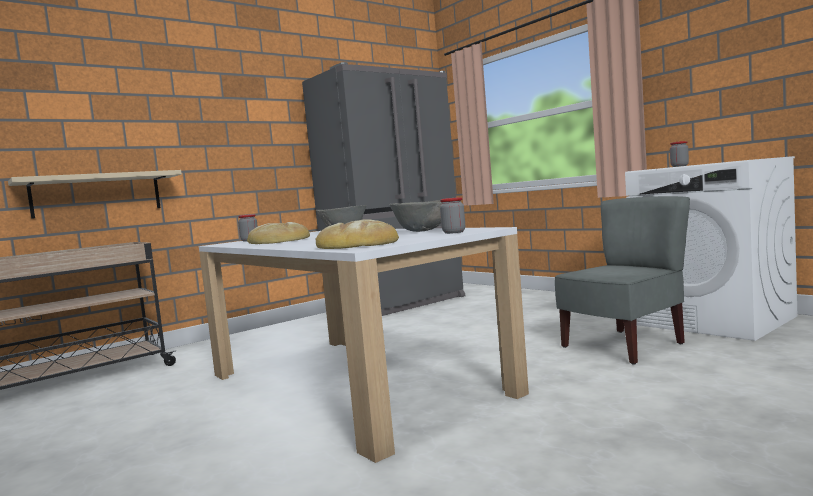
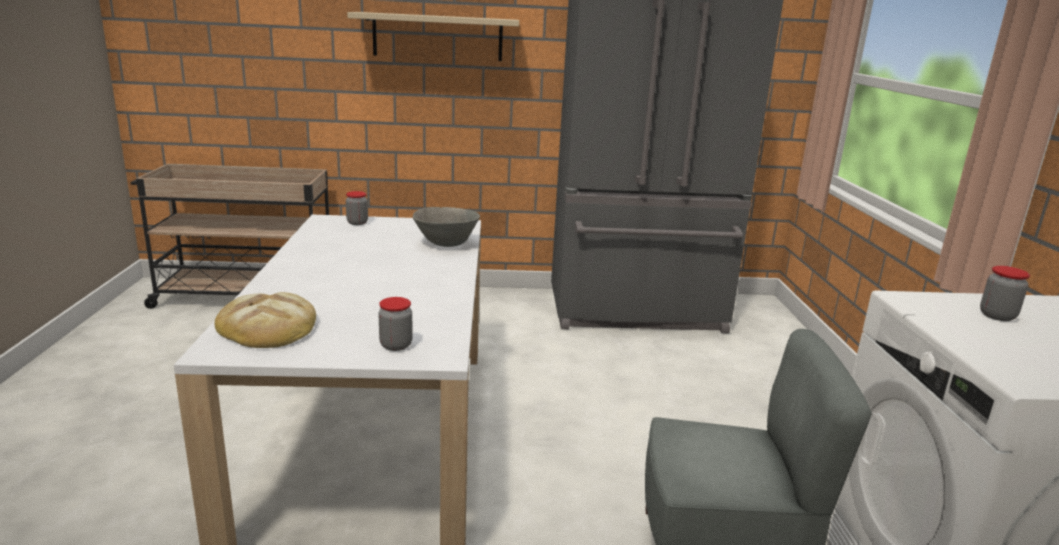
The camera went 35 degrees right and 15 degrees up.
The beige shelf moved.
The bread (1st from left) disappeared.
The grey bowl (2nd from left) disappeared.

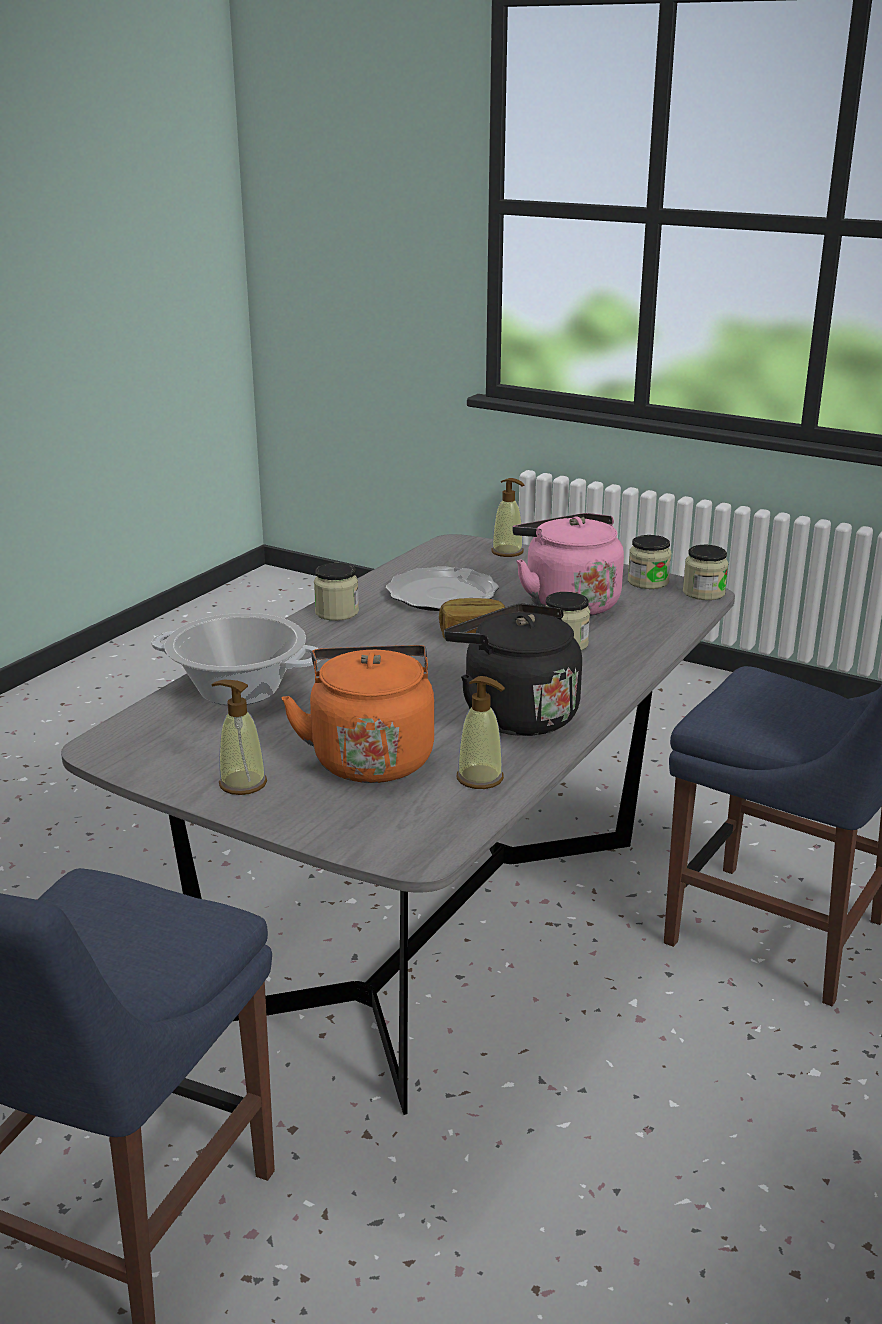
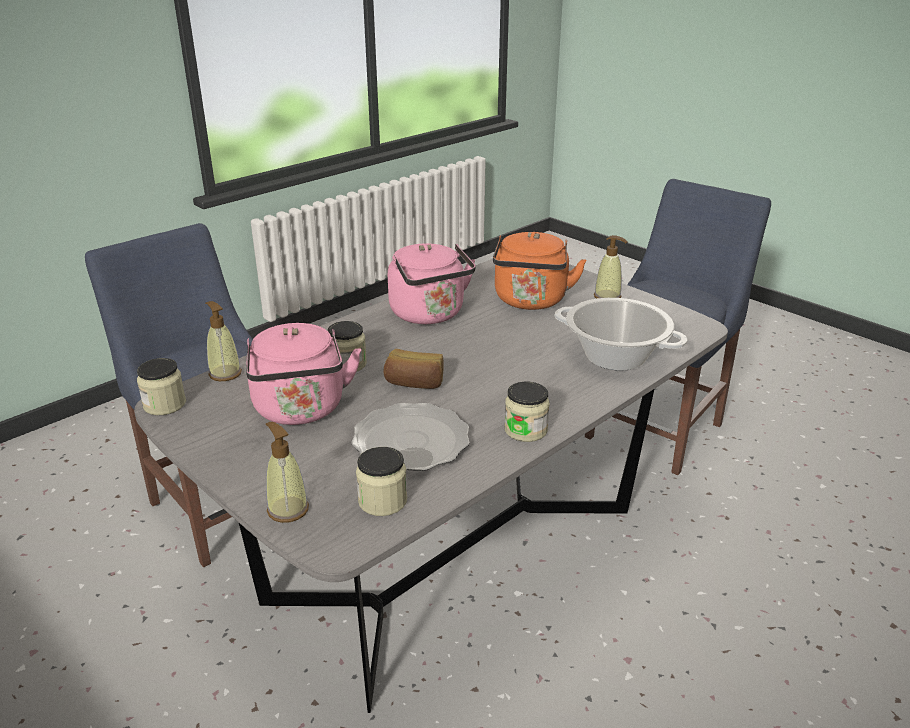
The camera went 165 degrees left and 5 degrees up.
The soap dispenser (2nd from left in the first image) moved.
The jar (3rd from left) moved.
The black kettle became the pink kettle (2nd from left).

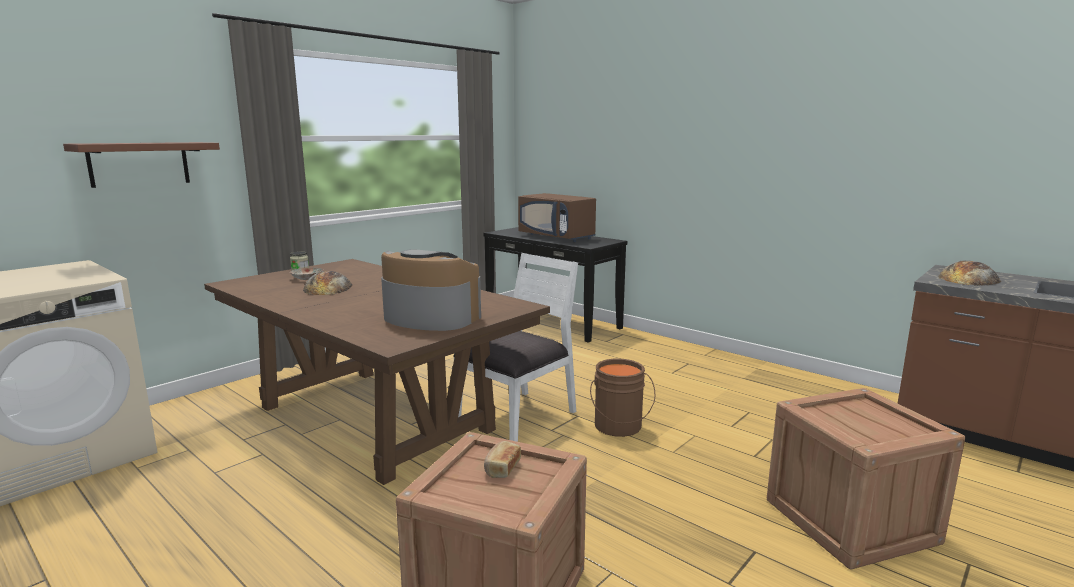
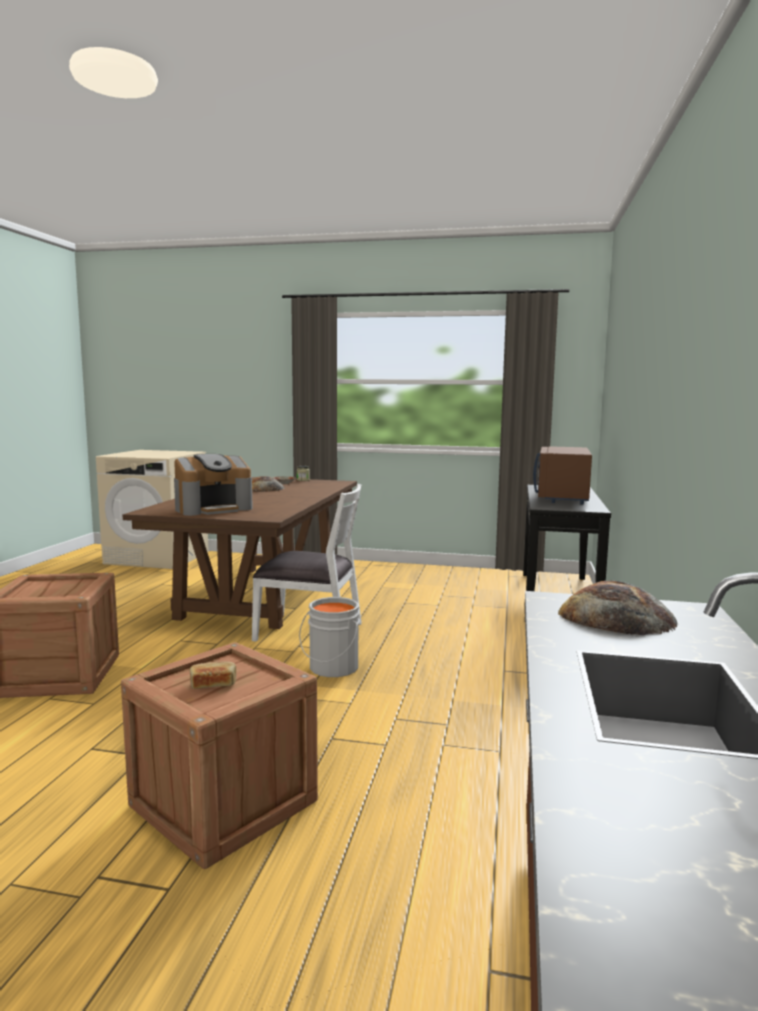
The camera went 60 degrees right and 5 degrees down.
The coffee machine turned 60 degrees clockwise.
The bread (2nd from left in the first image) moved.
The brown bucket became the grey bucket.
The brown shelf disappeared.

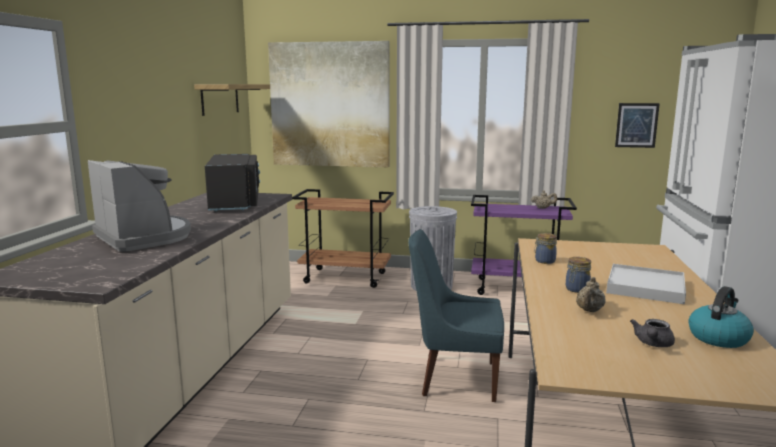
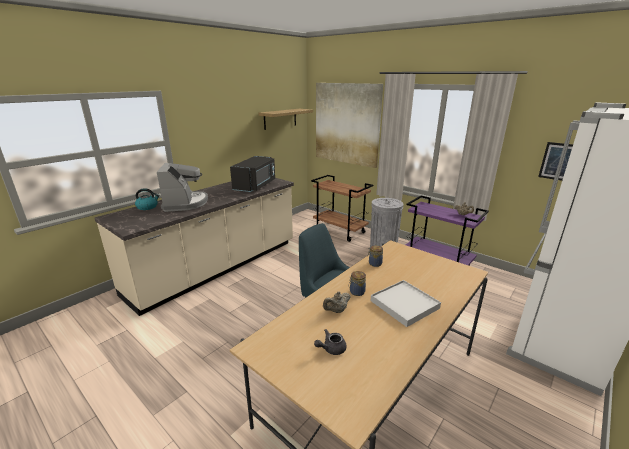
The camera went 30 degrees right and 10 degrees up.
The kettle moved.

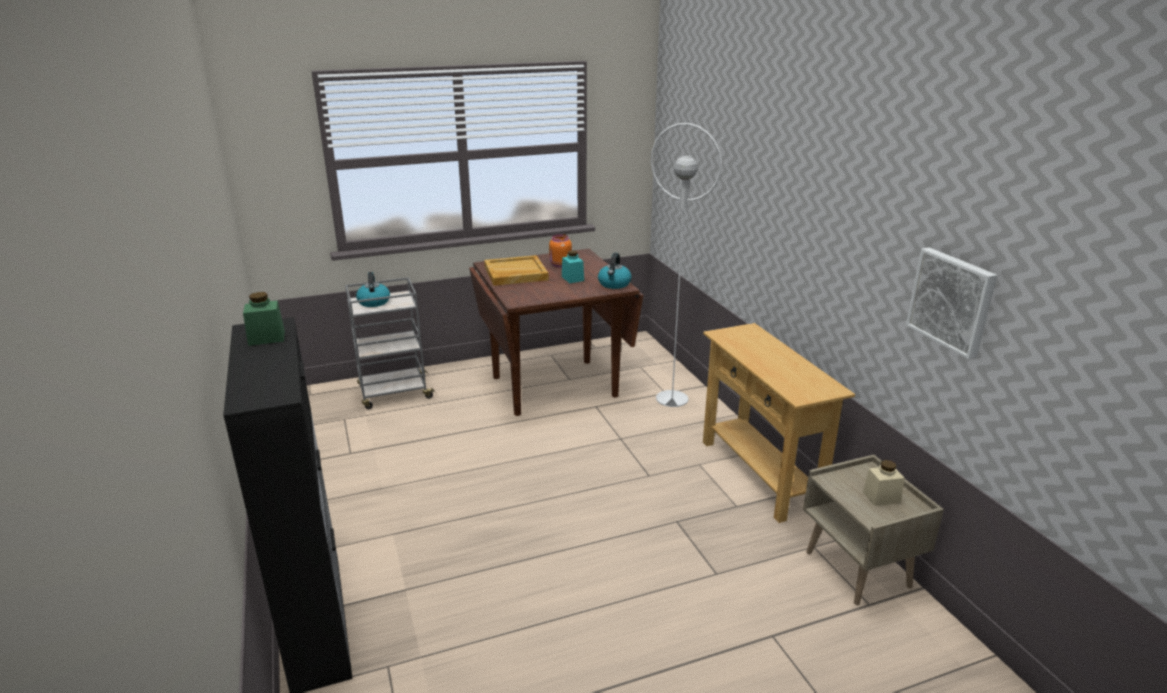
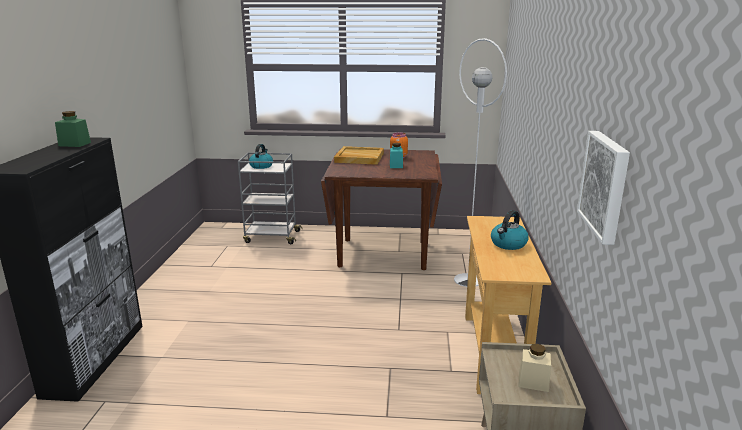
The camera went 25 degrees right and 5 degrees down.
The kettle (2nd from left) moved.

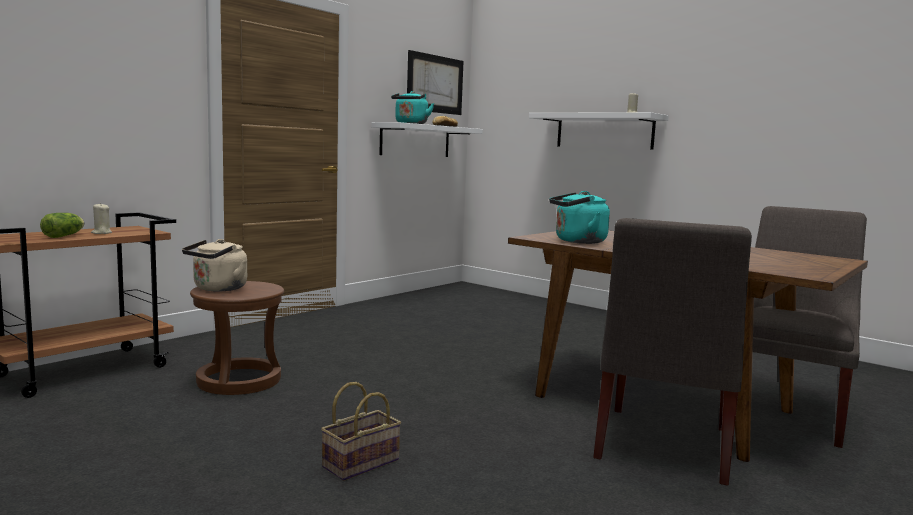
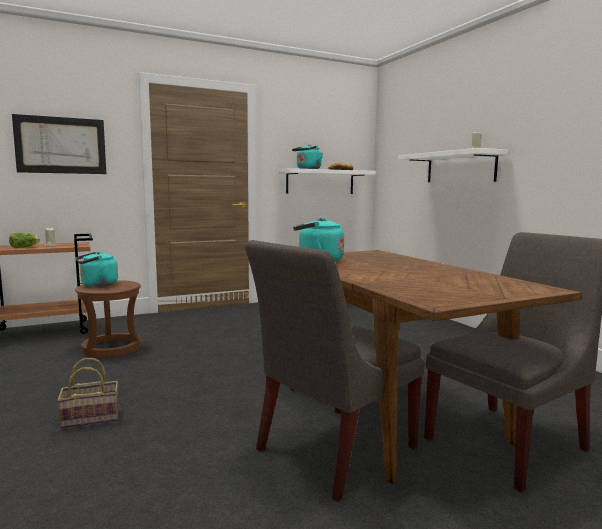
The camera went 25 degrees right and 0 degrees up.
The picture moved.
The beige kettle became the turquoise kettle (1st from left).

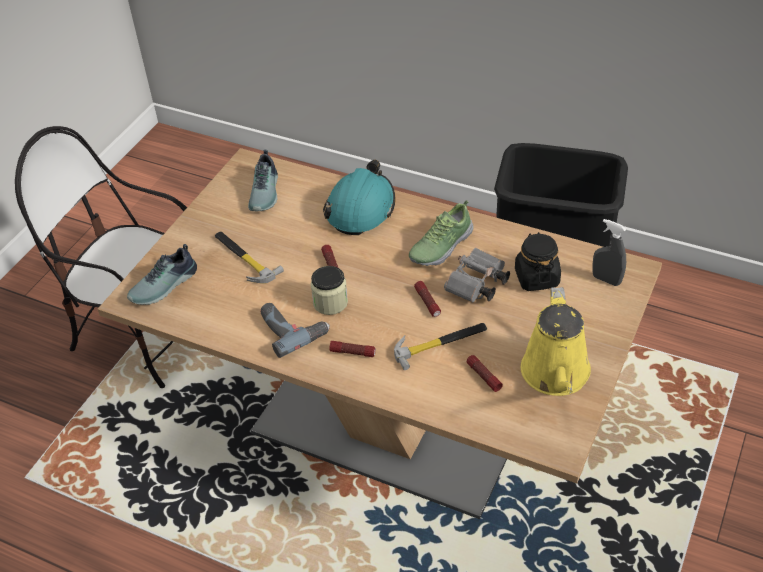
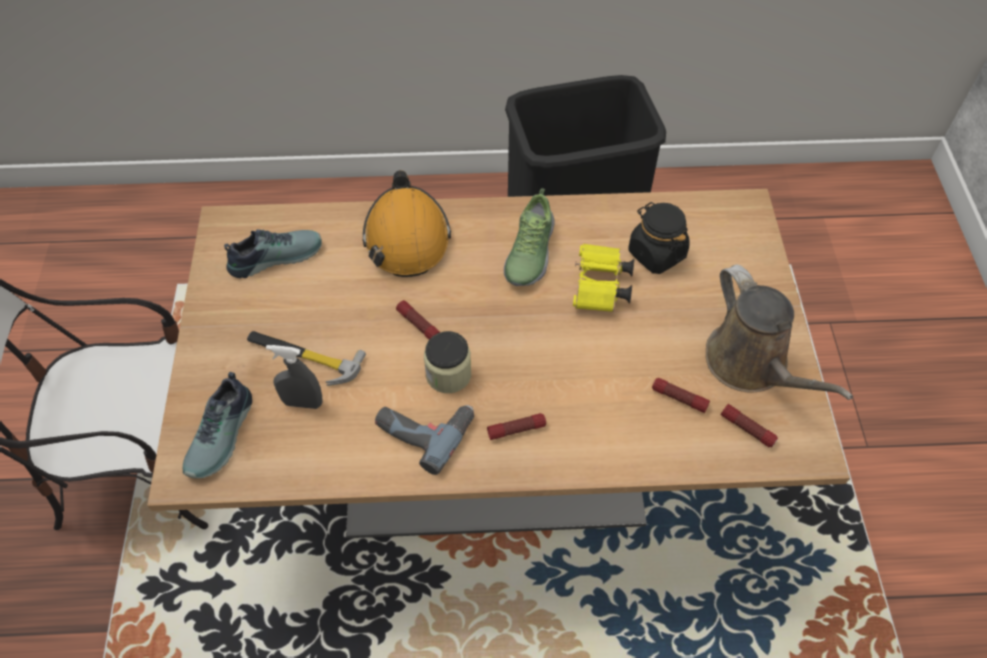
The camera went 30 degrees left and 10 degrees up.
The shoe (2nd from left) turned 90 degrees counterclockwise.
The grey spray bottle moved.
The turquoise hard hat became the orange hard hat.
The grey binoculars became the yellow binoculars.
The yellow watering can became the brown watering can.
The flashlight (3rd from left in the first image) moved.
The hammer (2nd from left) disappeared.

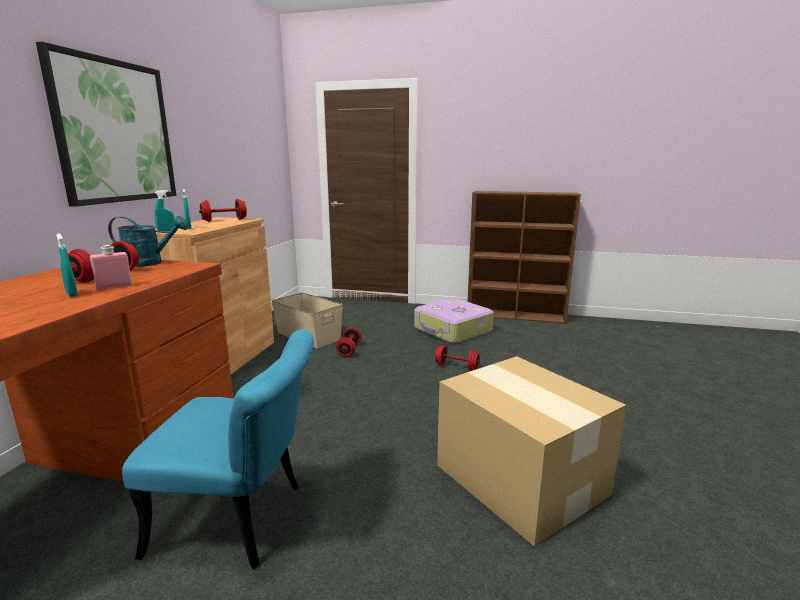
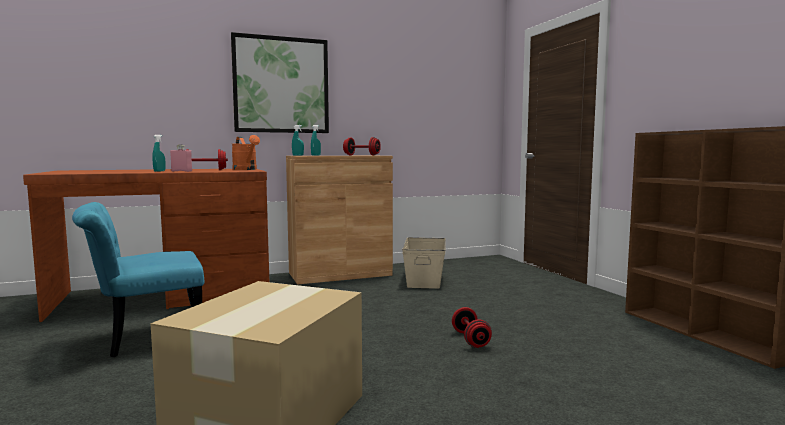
The camera went 55 degrees right and 10 degrees down.
The turquoise chair turned 90 degrees clockwise.
The turquoise watering can became the orange watering can.
The red dumbbell (3rd from left) disappeared.
The suitcase disappeared.

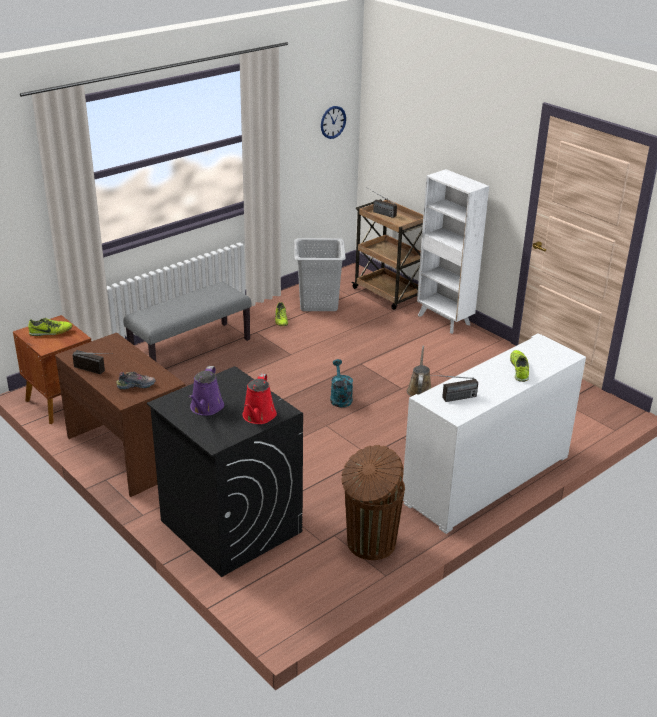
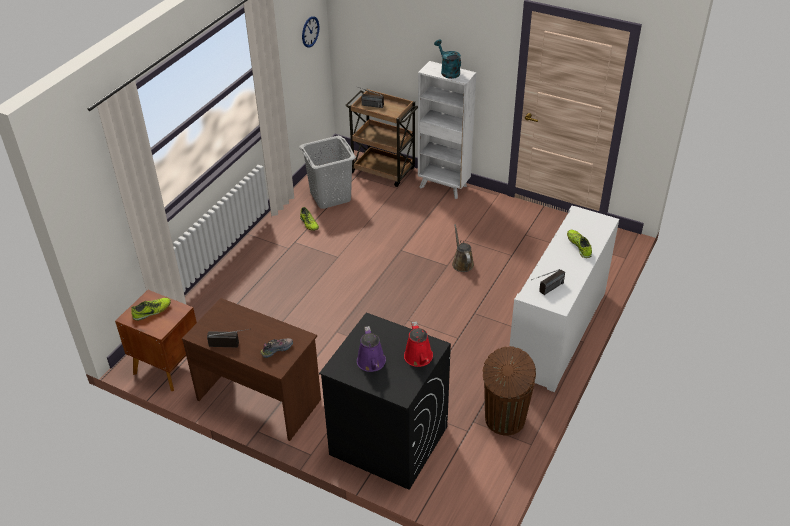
The camera went 20 degrees left and 10 degrees up.
The turquoise watering can moved.
The grey bench disappeared.

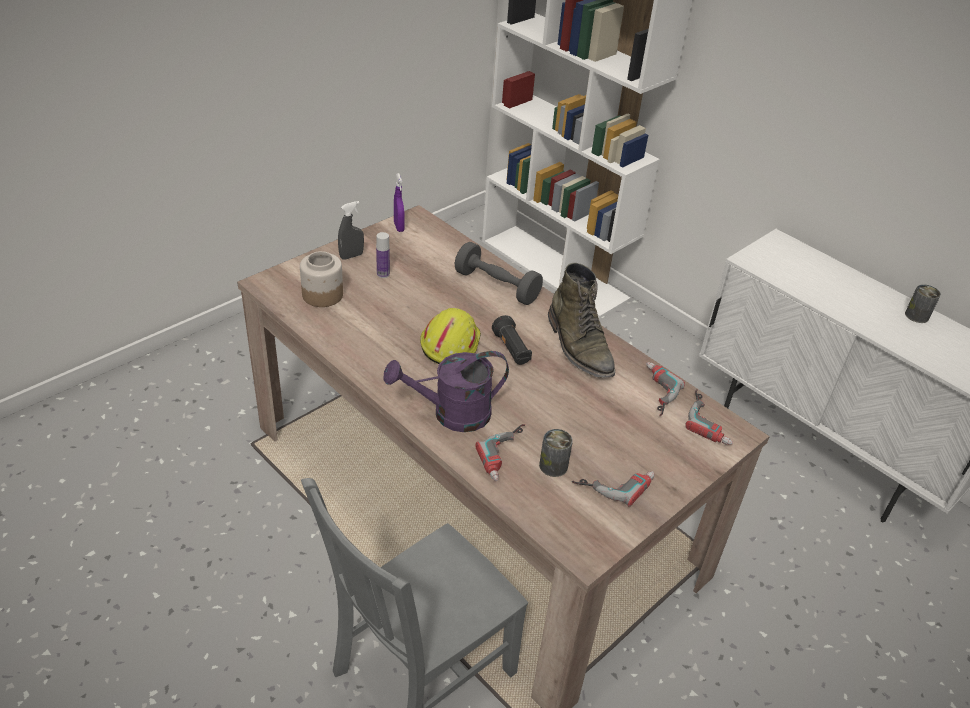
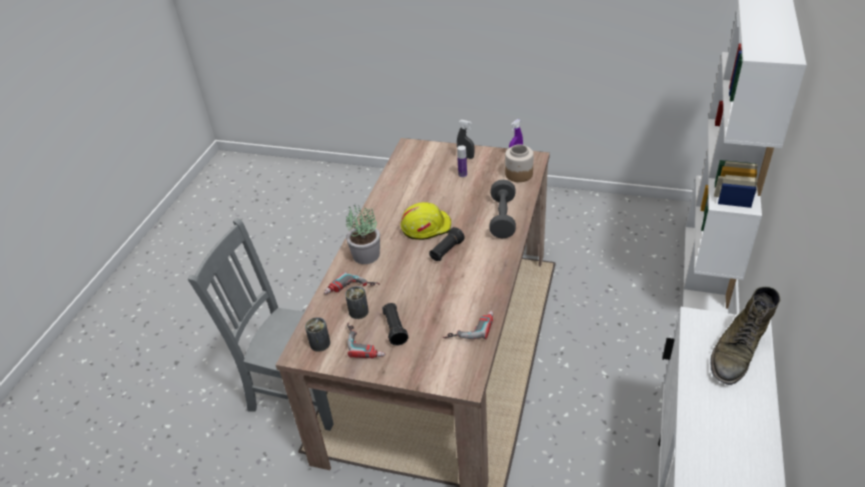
The camera went 65 degrees right and 0 degrees up.
The can (2nd from left in the first image) moved.
The purple watering can was replaced by the potted plant.
The black flashlight (1st from left) appeared.
The jar moved.
The green boot moved.
The power drill (4th from left) disappeared.

